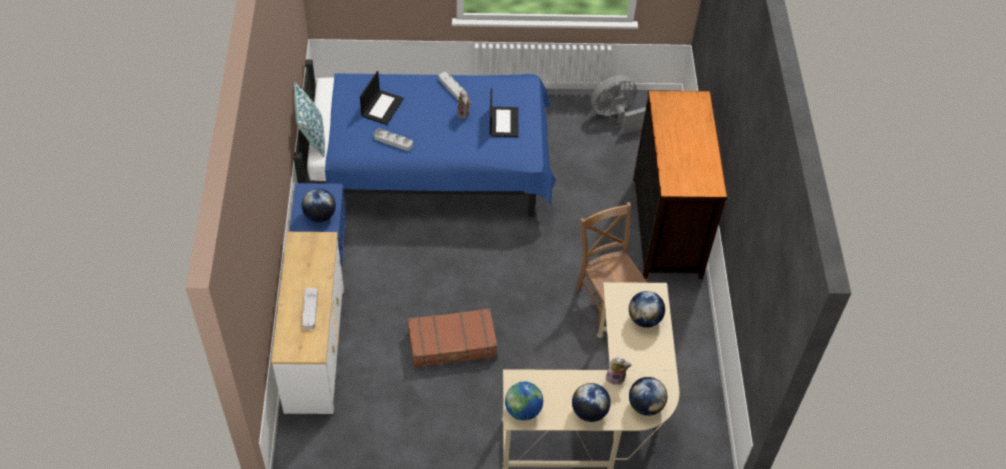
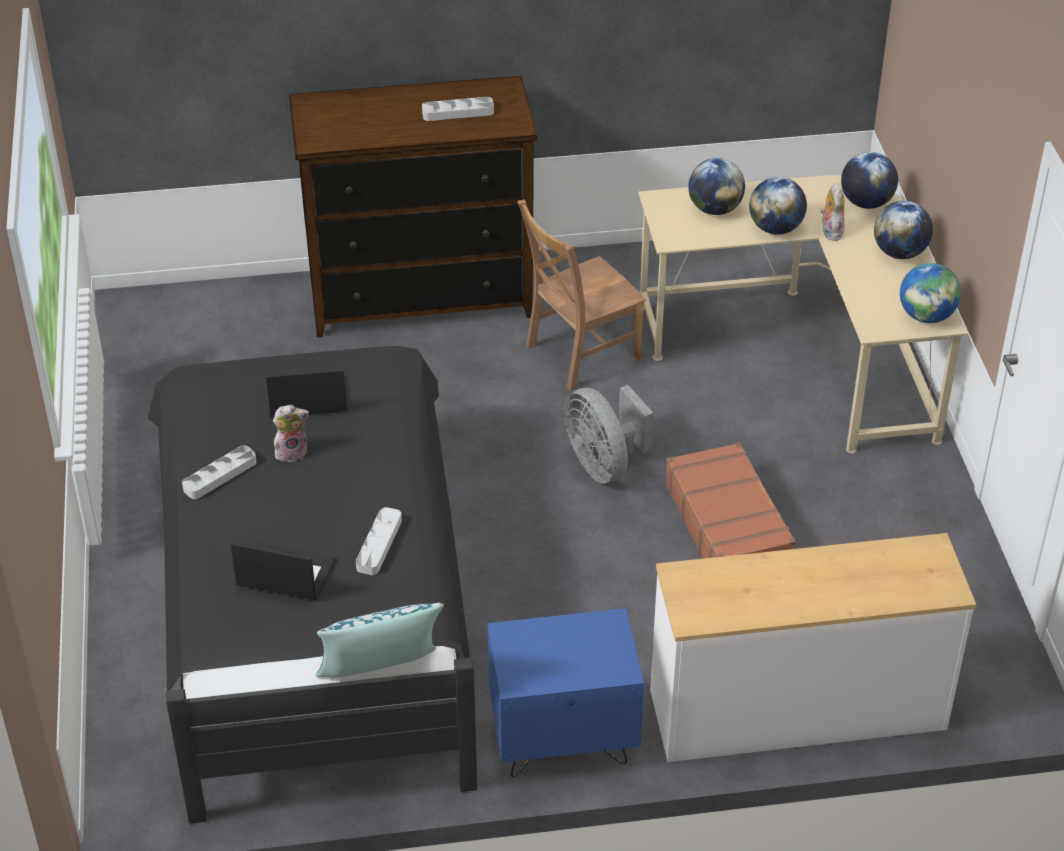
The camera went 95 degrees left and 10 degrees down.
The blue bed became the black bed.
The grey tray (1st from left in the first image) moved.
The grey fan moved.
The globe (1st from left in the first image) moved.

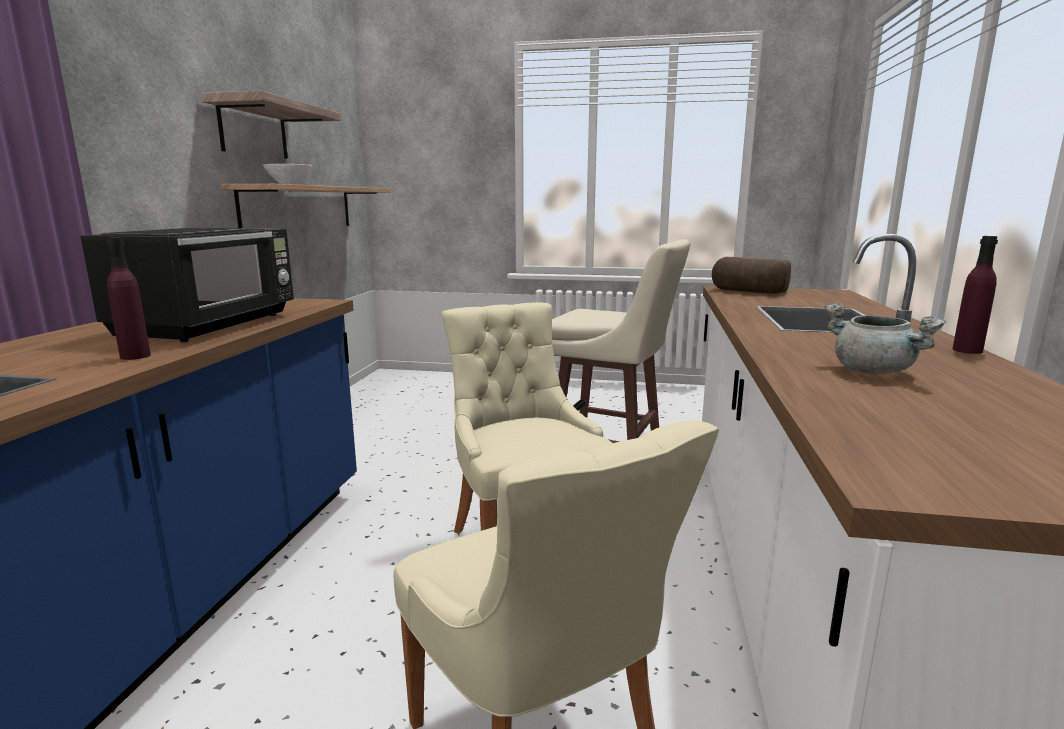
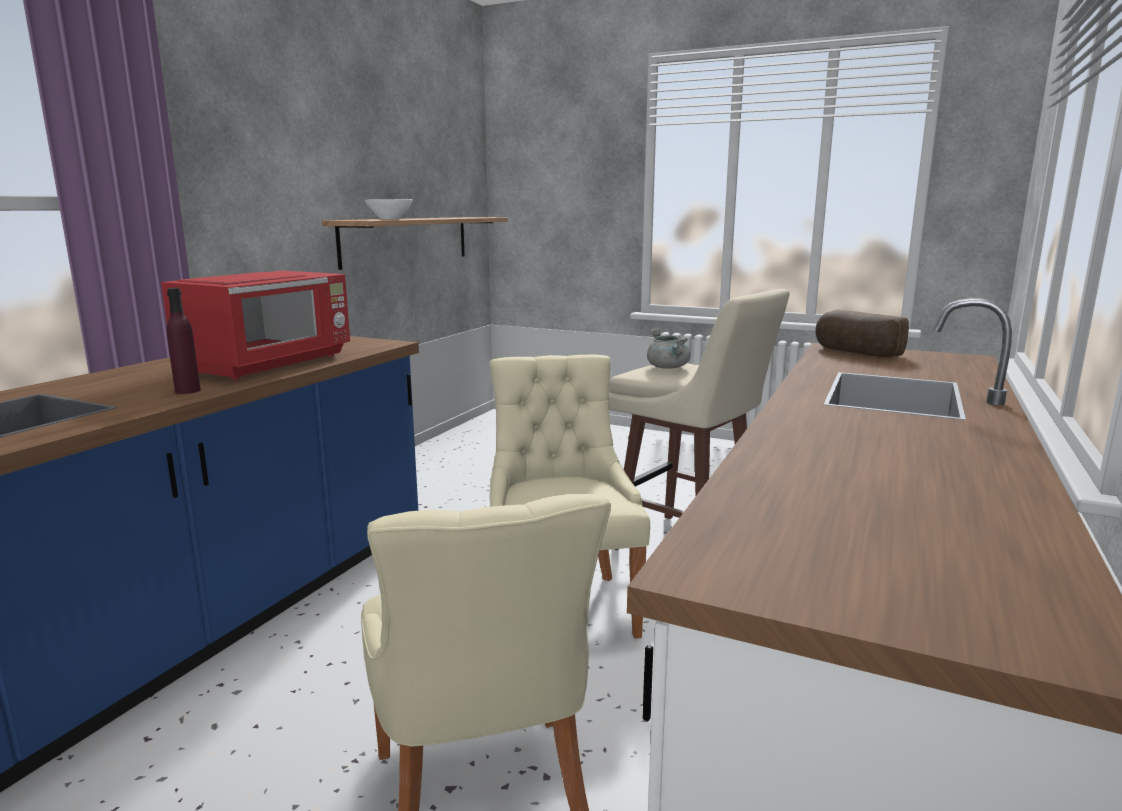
The camera went 15 degrees right and 0 degrees up.
The black microwave became the red microwave.
The grey cooking pot moved.
The shelf (1st from left) disappeared.
The purple bottle (2nd from left) disappeared.

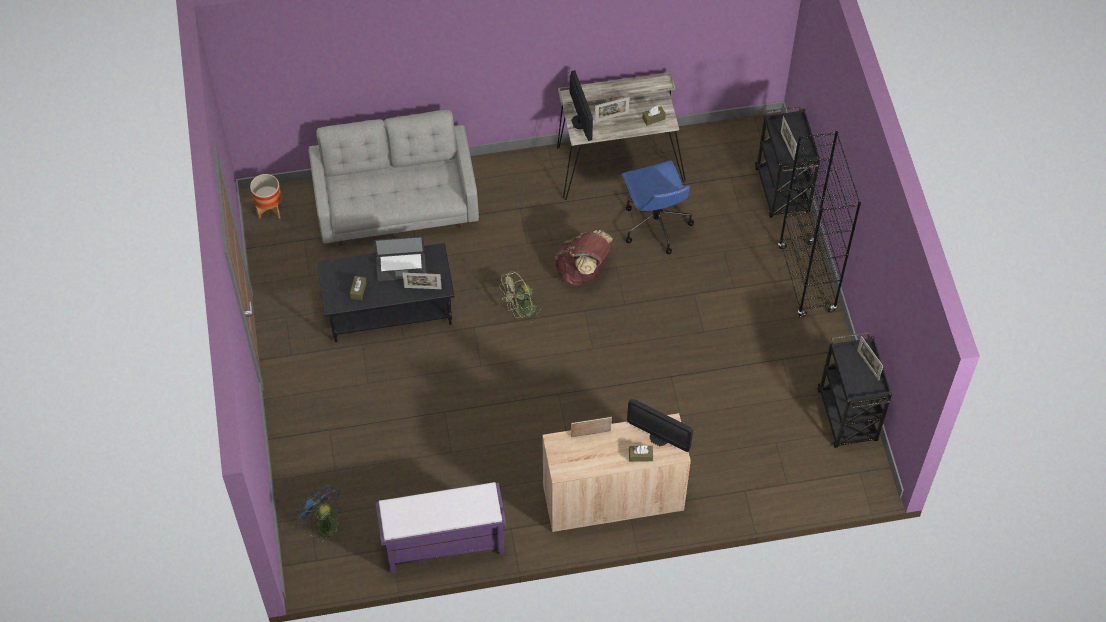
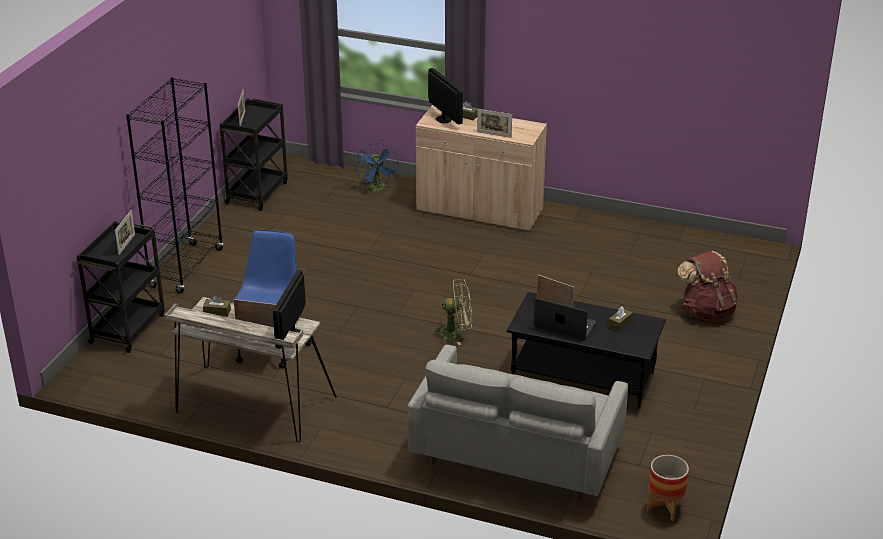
The camera went 150 degrees left and 25 degrees down.
The blue fan moved.
The brown backpack moved.
The purple bench disappeared.

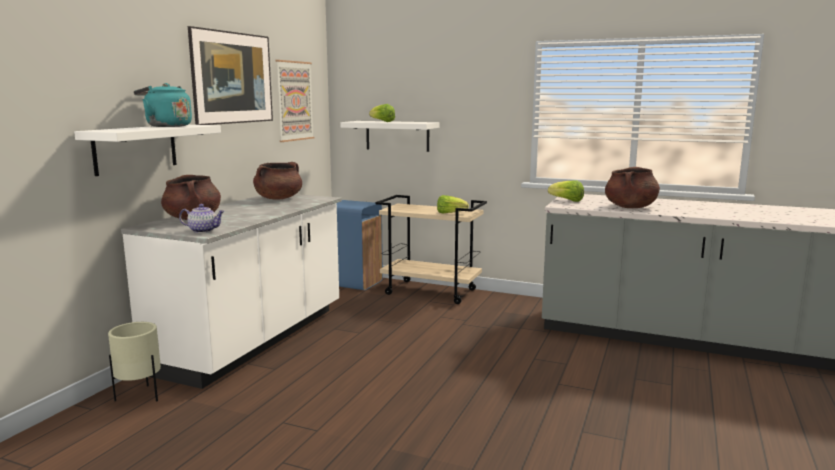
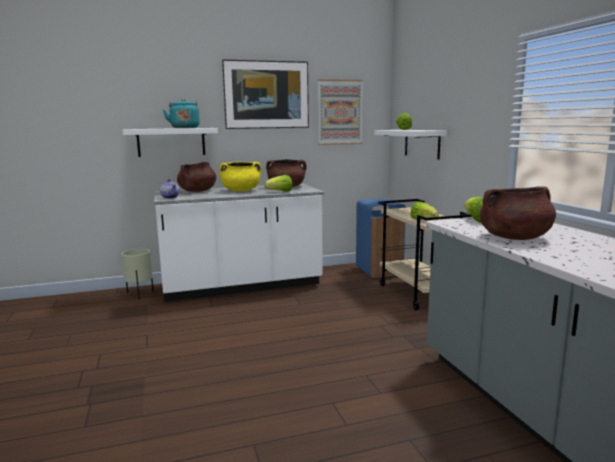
The camera went 50 degrees right and 0 degrees up.
The yellow cooking pot appeared.
The lettuce (1st from left) appeared.

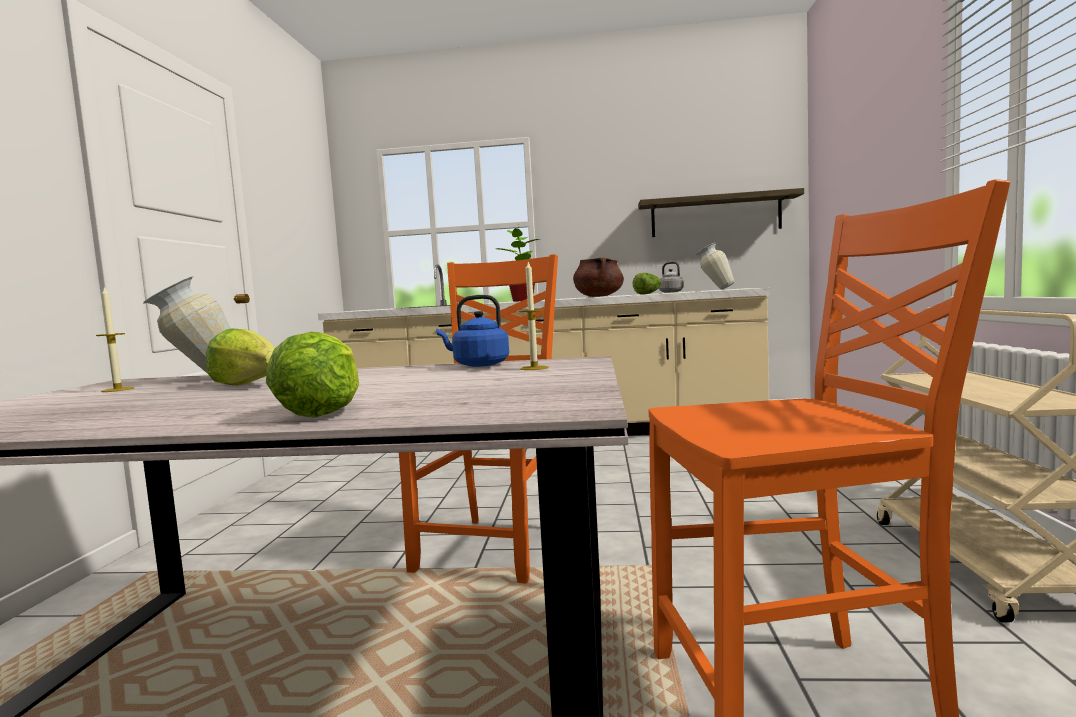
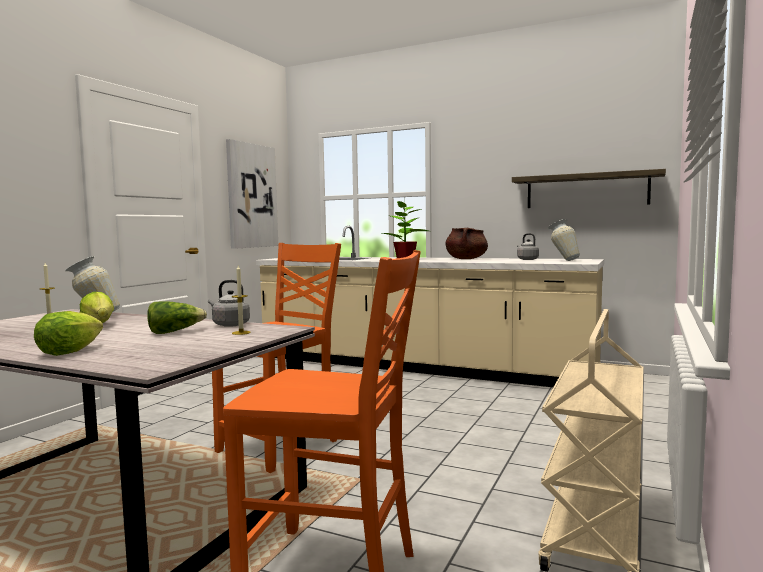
The camera went 20 degrees right and 0 degrees up.
The lettuce (3rd from left) moved.
The blue kettle became the grey kettle (1st from left).
The picture appeared.

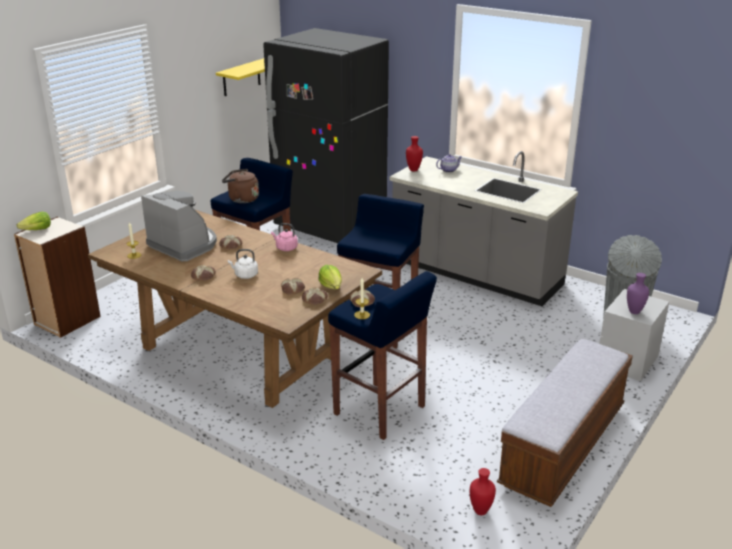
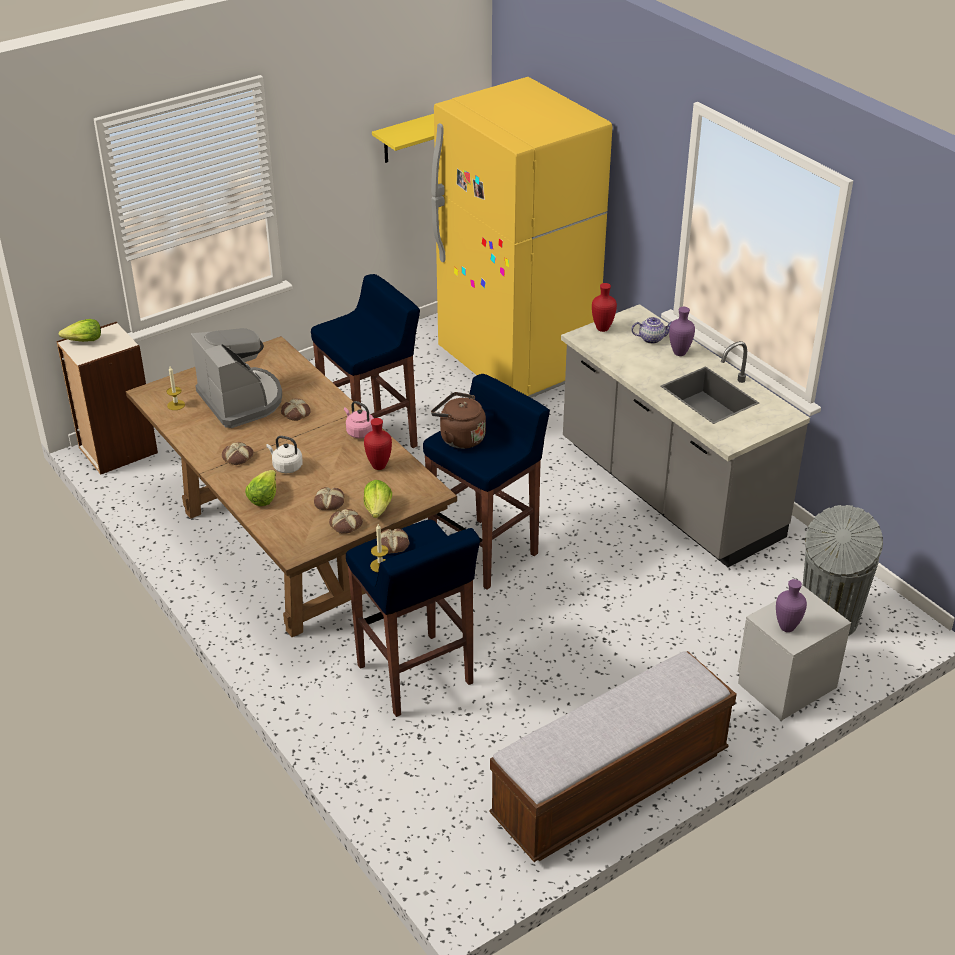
The camera went 20 degrees right and 10 degrees up.
The lettuce (2nd from left) appeared.
The red vase (2nd from left in the first image) moved.
The black fridge became the yellow fridge.
The brown kettle moved.
The purple vase (1st from left) appeared.

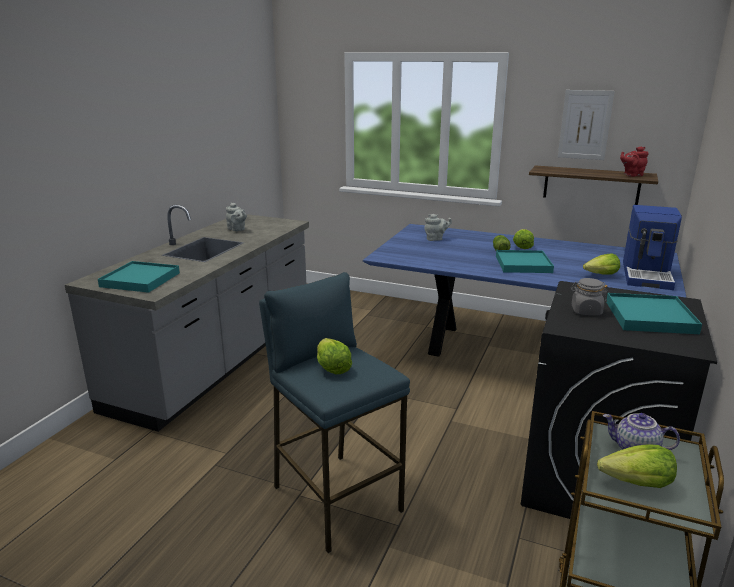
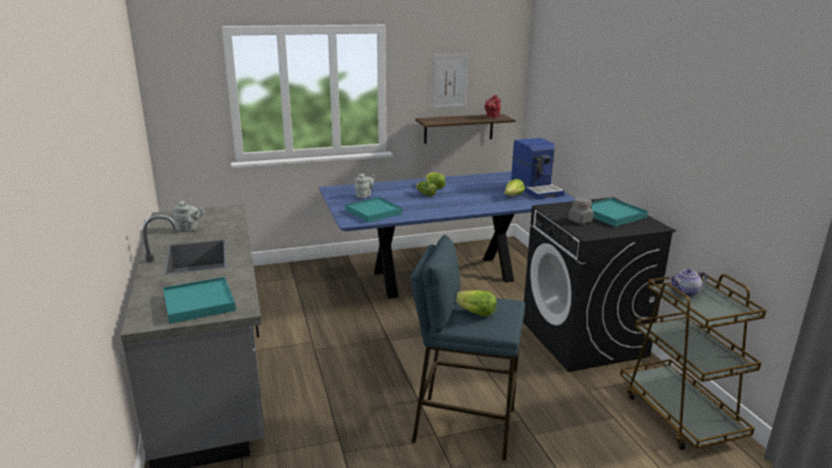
The camera went 40 degrees left and 0 degrees up.
The turquoise tray (2nd from left) moved.
The lettuce (5th from left) disappeared.

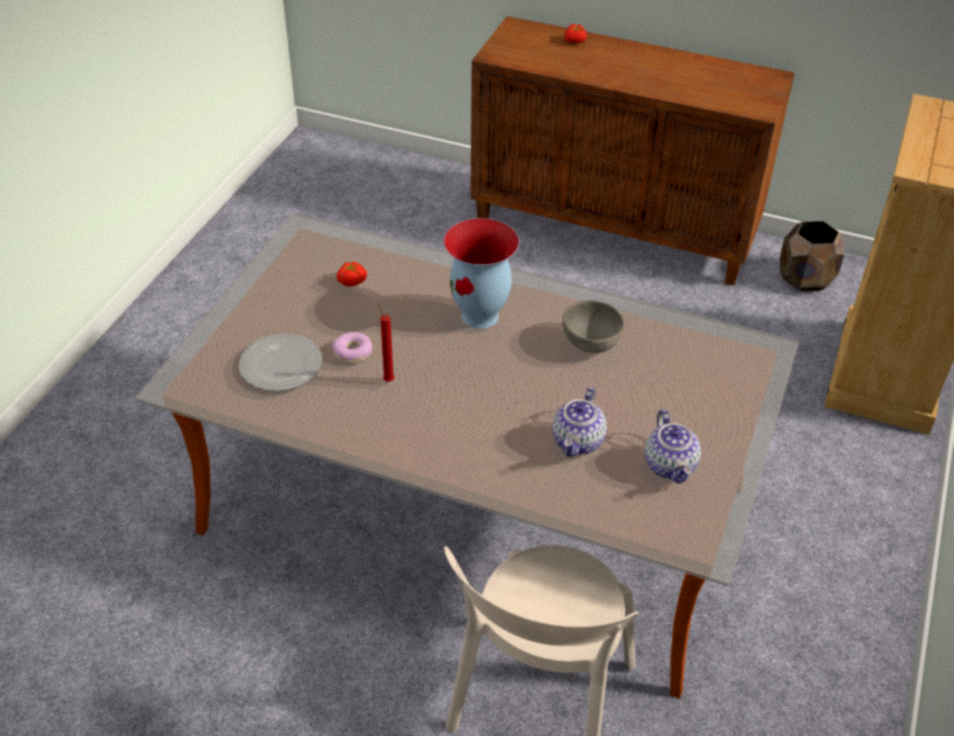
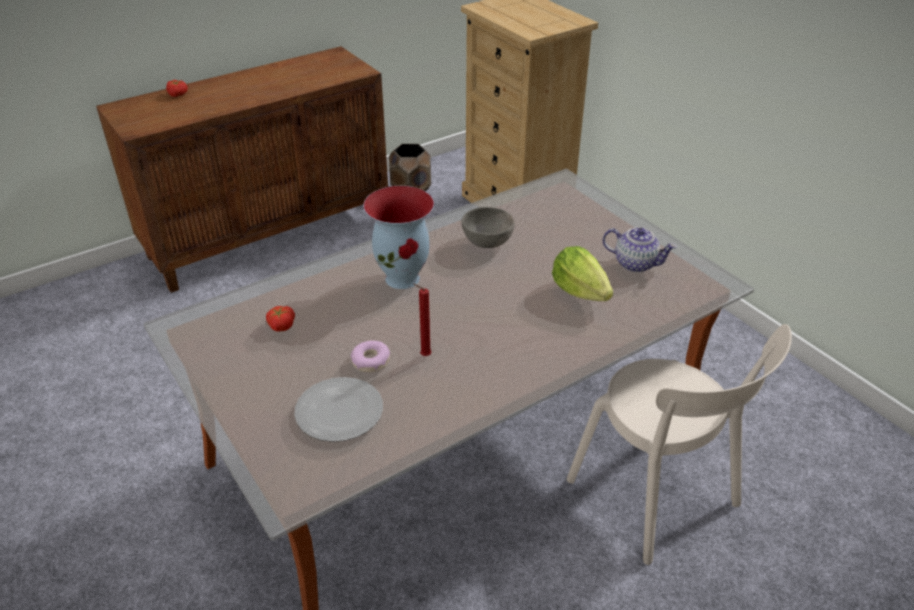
The camera went 55 degrees left and 5 degrees down.
The teapot (1st from left) was replaced by the lettuce.

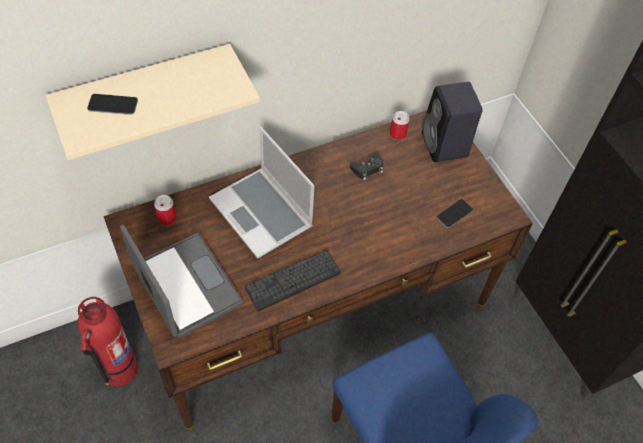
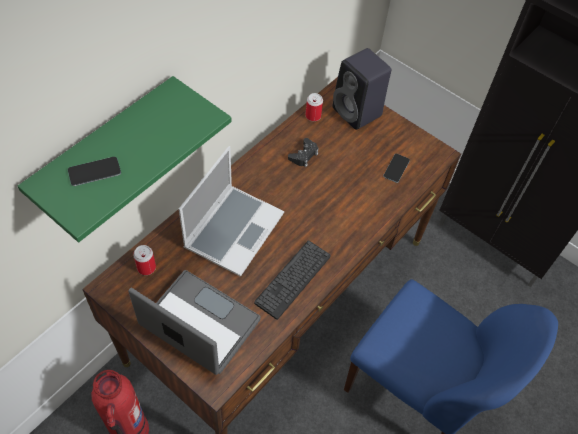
The camera went 25 degrees left and 0 degrees up.
The beige shelf became the green shelf.
The laptop (2nd from left) turned 90 degrees counterclockwise.

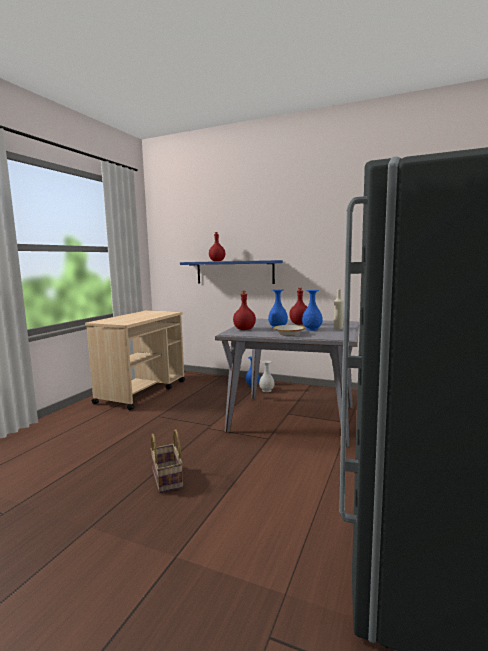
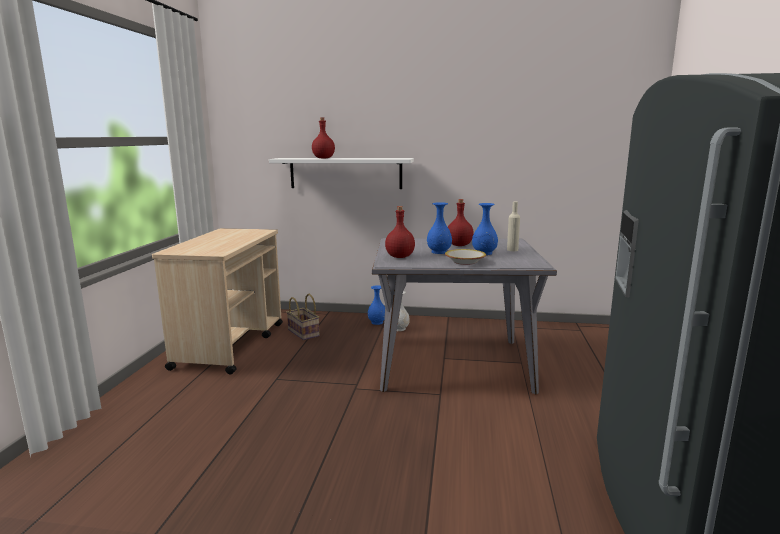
The camera went 15 degrees left and 5 degrees up.
The blue shelf became the white shelf.
The basket moved.

